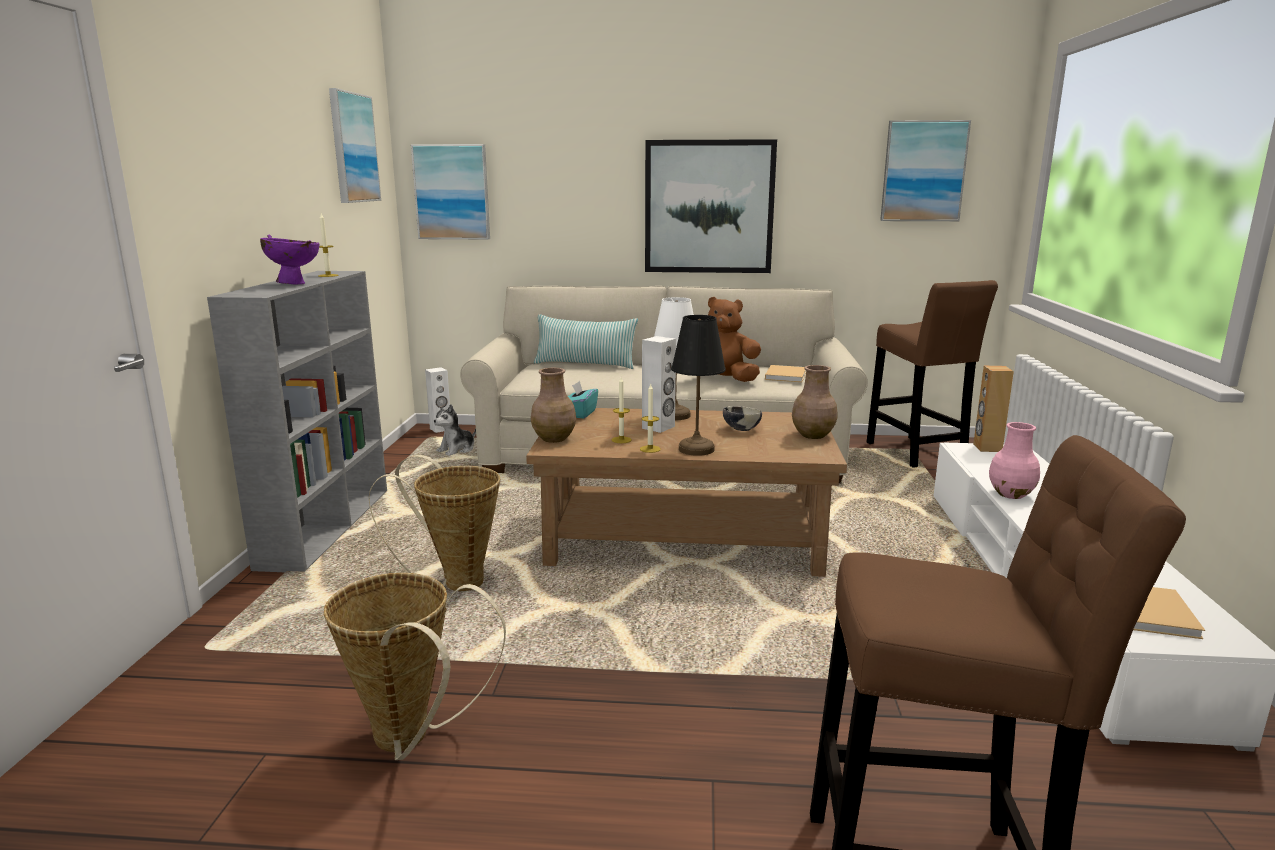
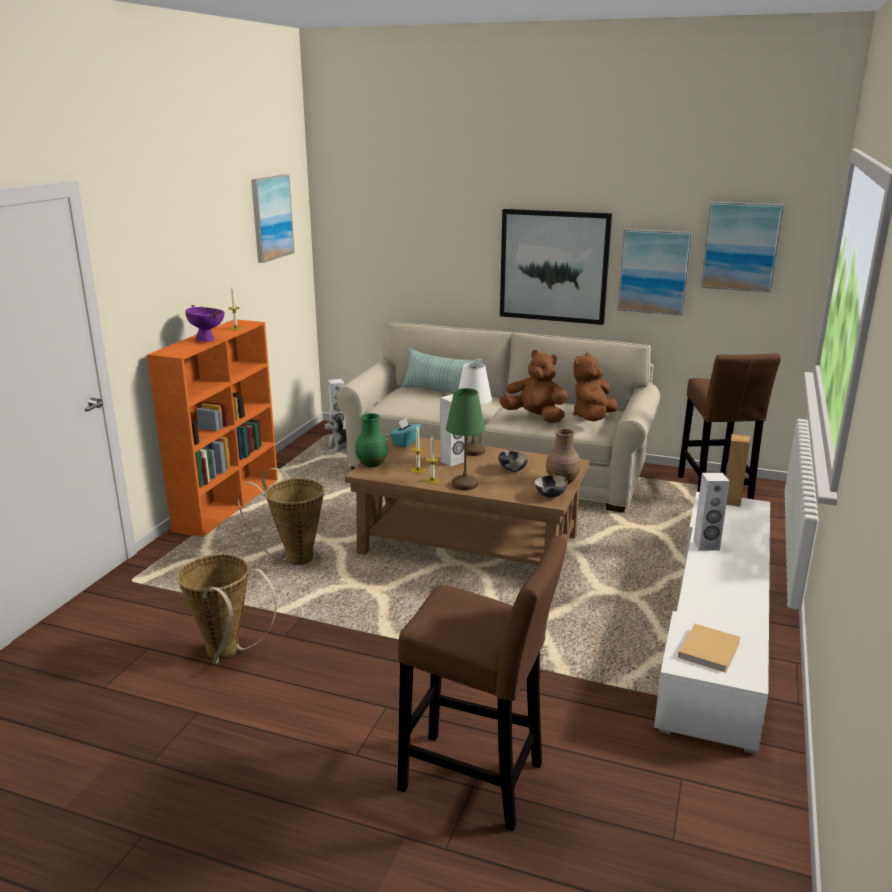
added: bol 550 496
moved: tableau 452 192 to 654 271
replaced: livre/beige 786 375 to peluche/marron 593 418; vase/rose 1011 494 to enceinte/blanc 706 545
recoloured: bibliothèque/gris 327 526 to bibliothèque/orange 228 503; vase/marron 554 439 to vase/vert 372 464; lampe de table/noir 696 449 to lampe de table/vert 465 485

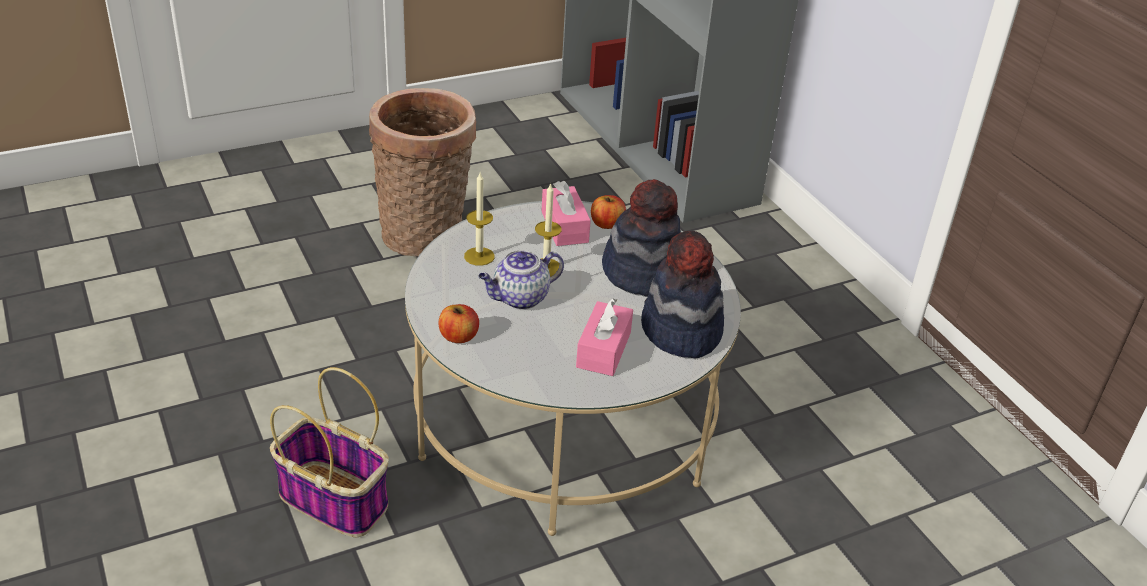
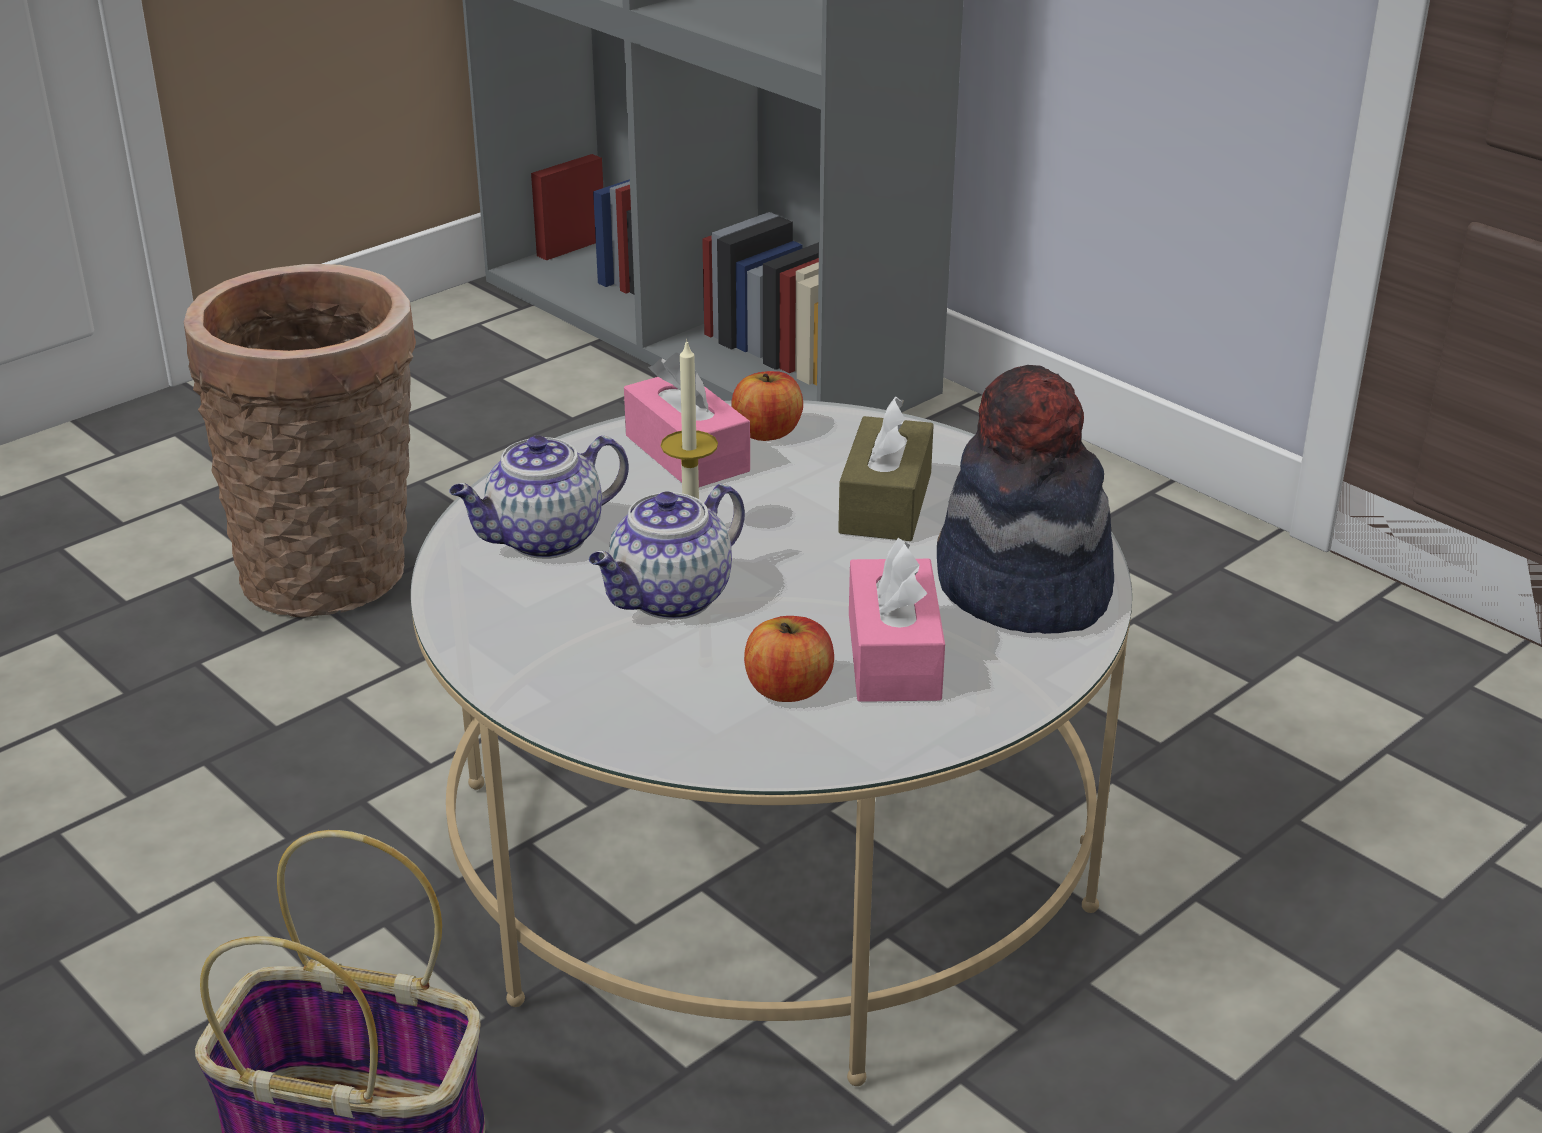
moved: pomme 458 336 to 788 689
replaced: bougie 479 256 to théière 543 540; chapeau 642 273 to boîte à mouchoirs/marron 885 503

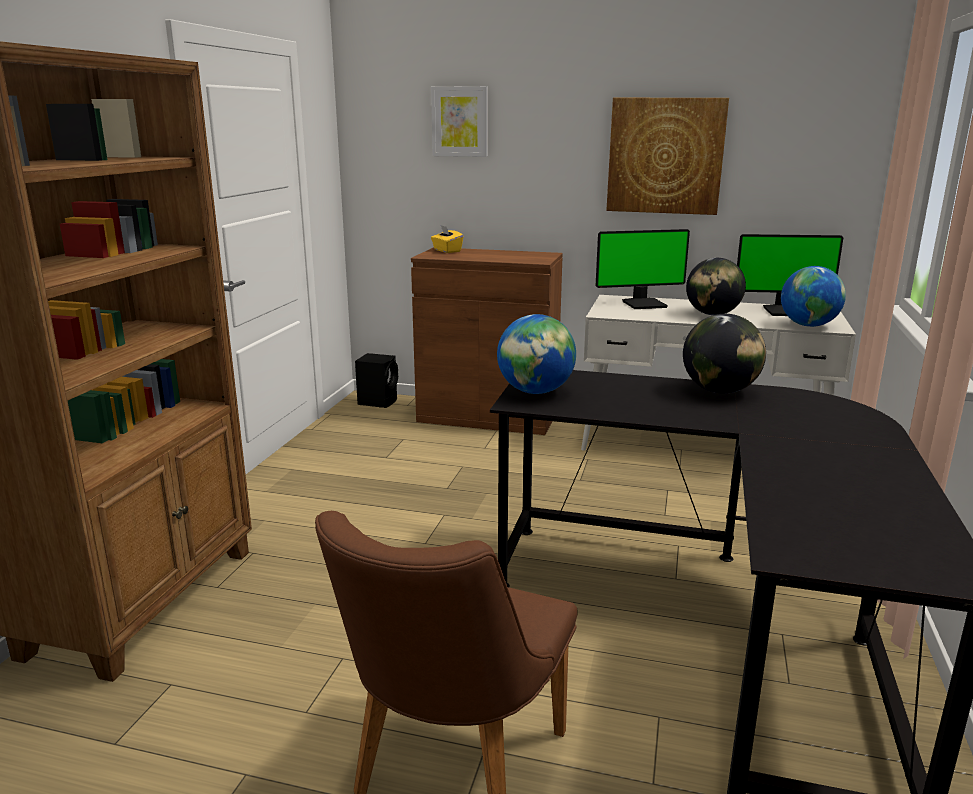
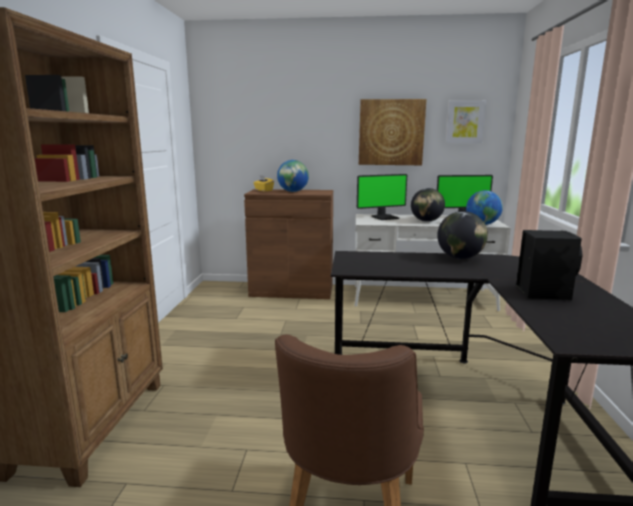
moved: globe 535 391 to 293 191; tableau 460 121 to 465 122; enceinte/noir 378 401 to 542 292

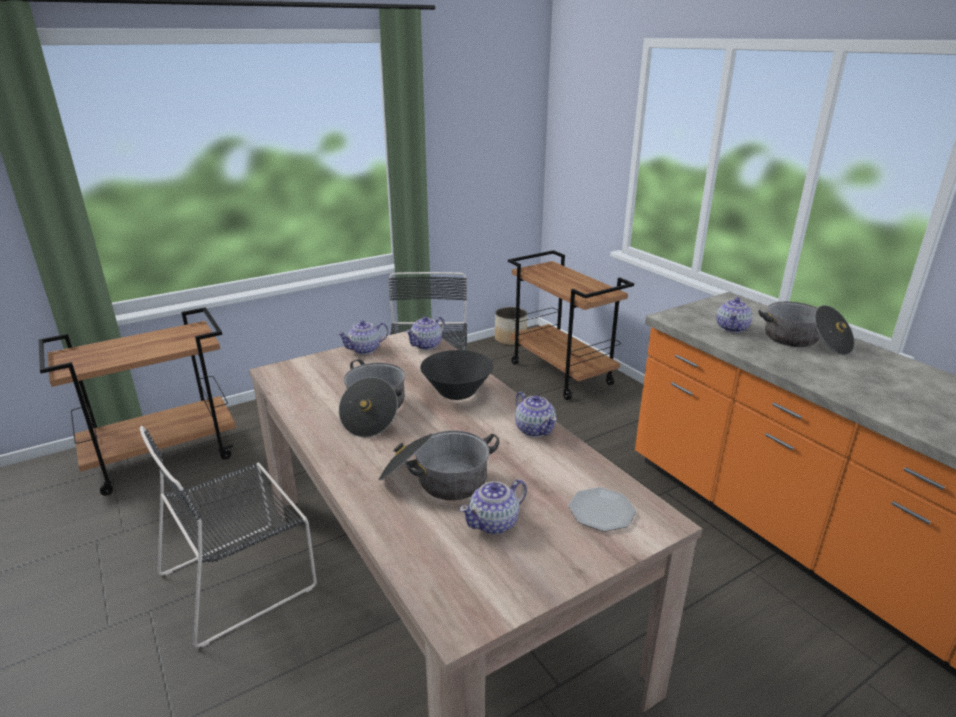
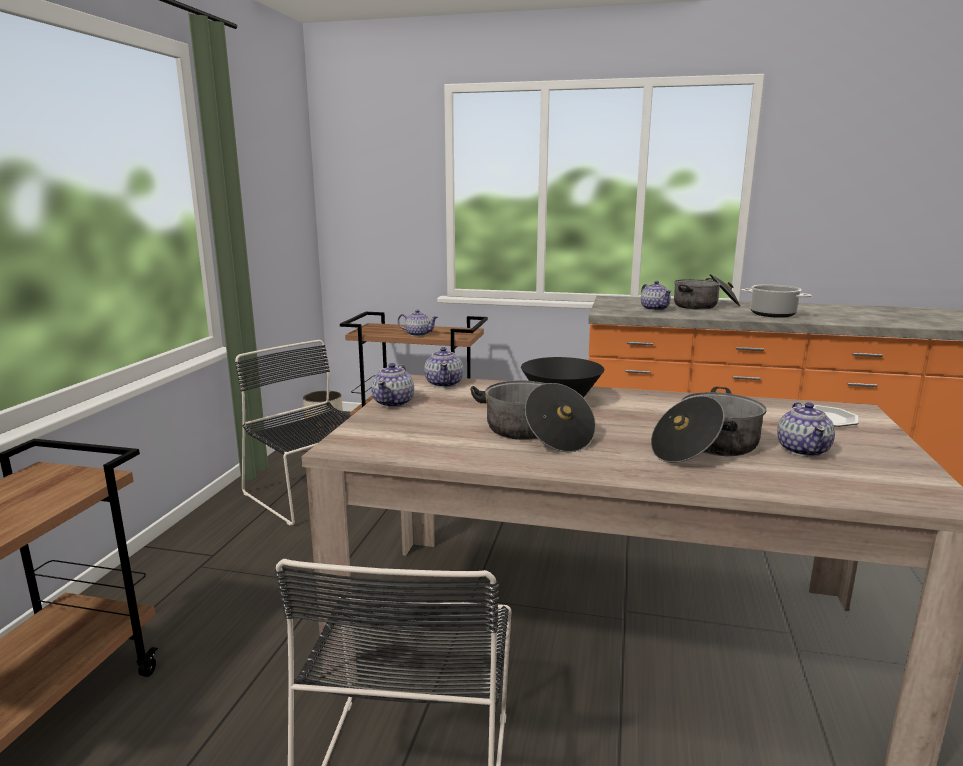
added: marmite 773 314
moved: théière 534 429 to 418 334

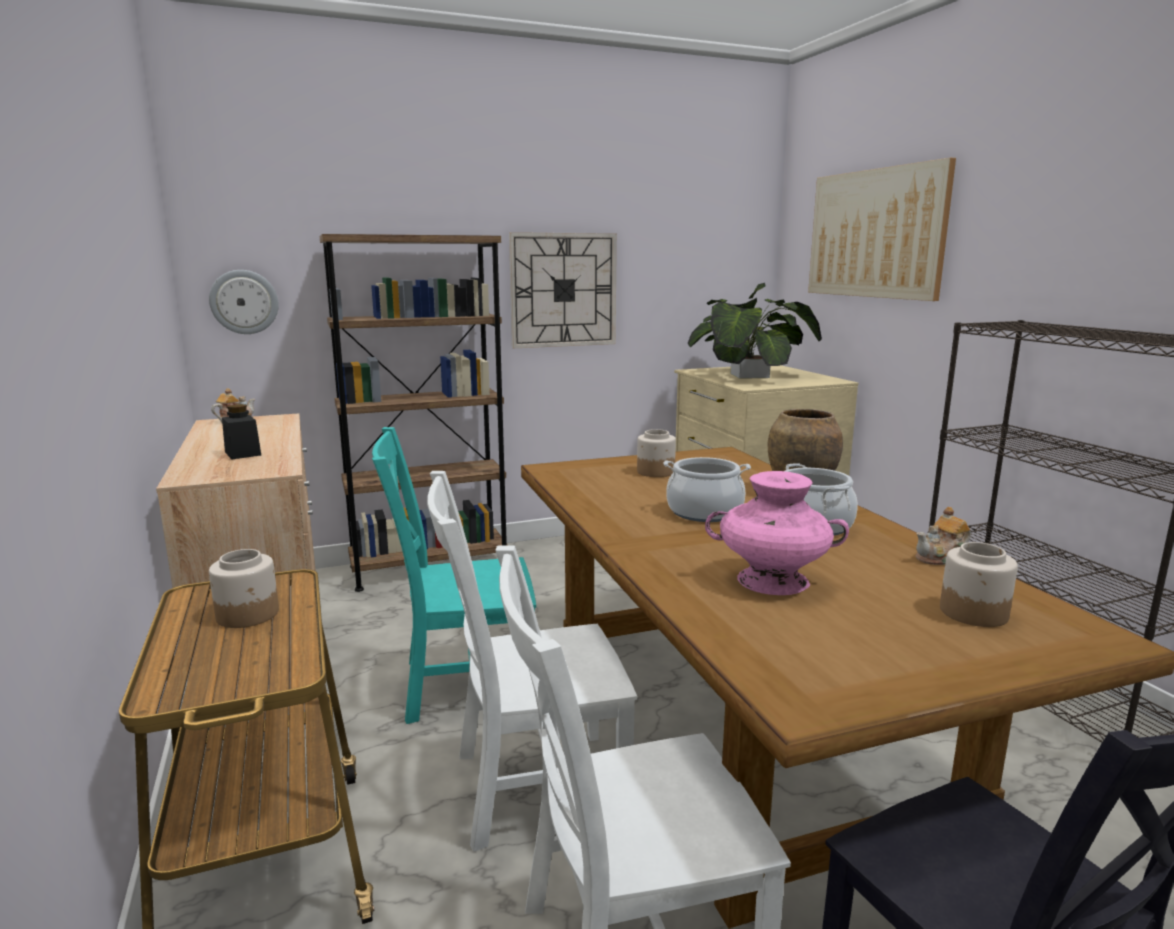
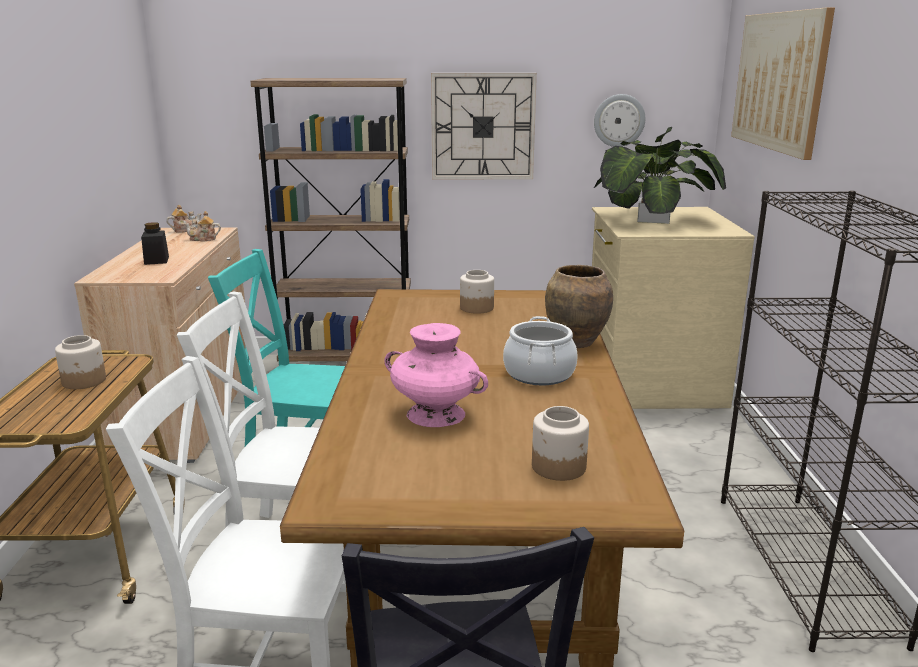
removed: marmite 704 512
moved: théière 941 558 to 203 239; horloge murale 244 302 to 619 120

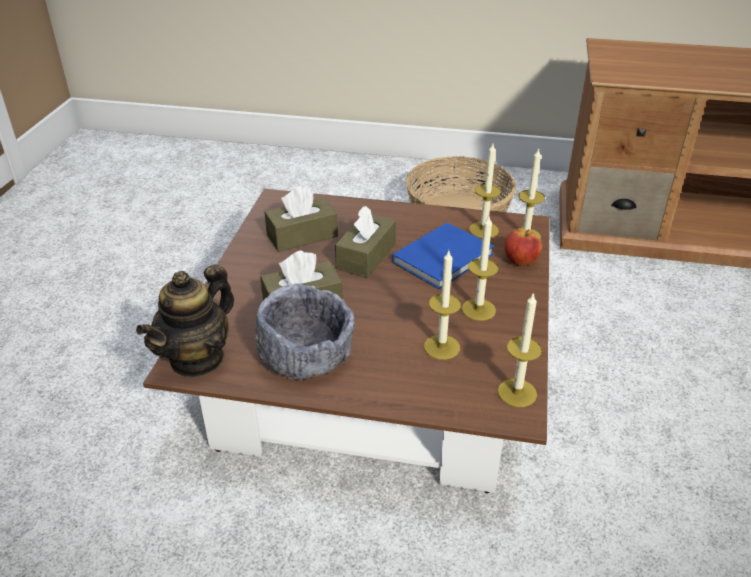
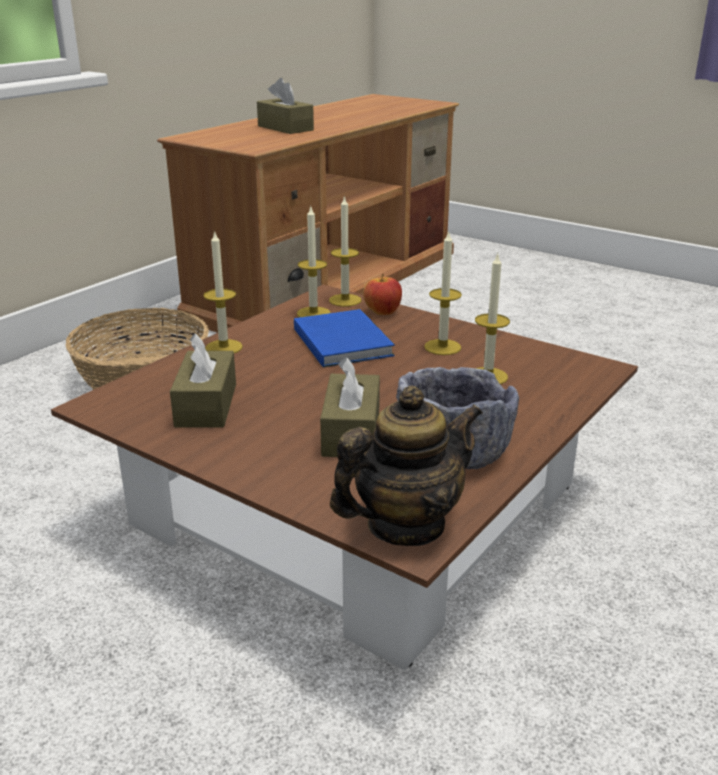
moved: bougie 517 393 to 224 347; boîte à mouchoirs/marron 366 256 to 285 128
turned: théière 197 358 = 405 525 90 degrees counterclockwise

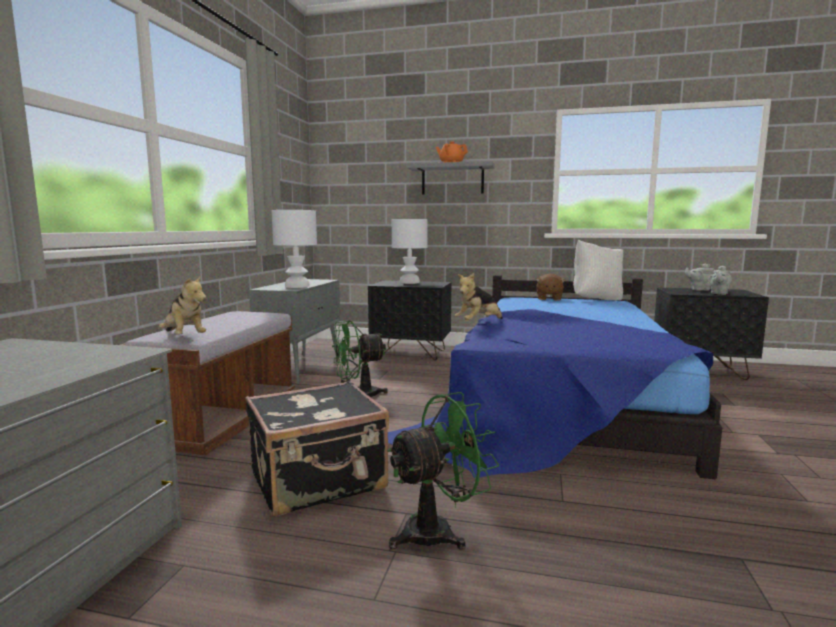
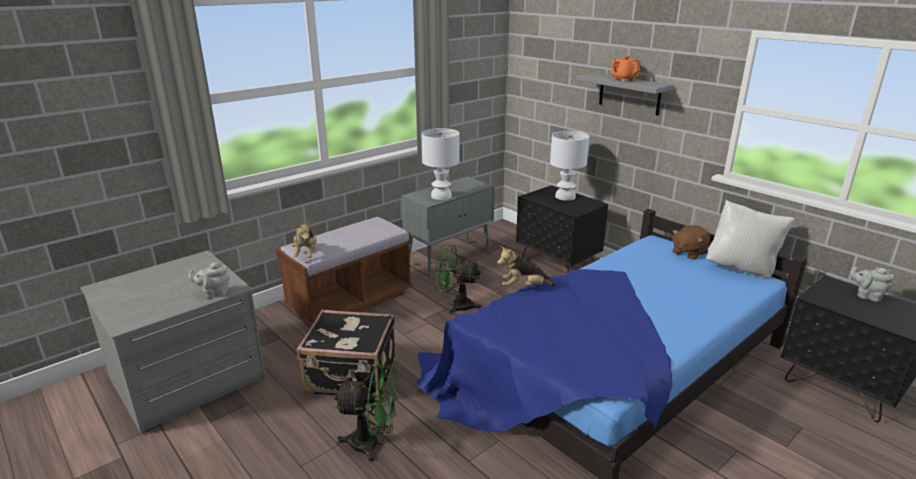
moved: théière/gris 718 293 to 214 293

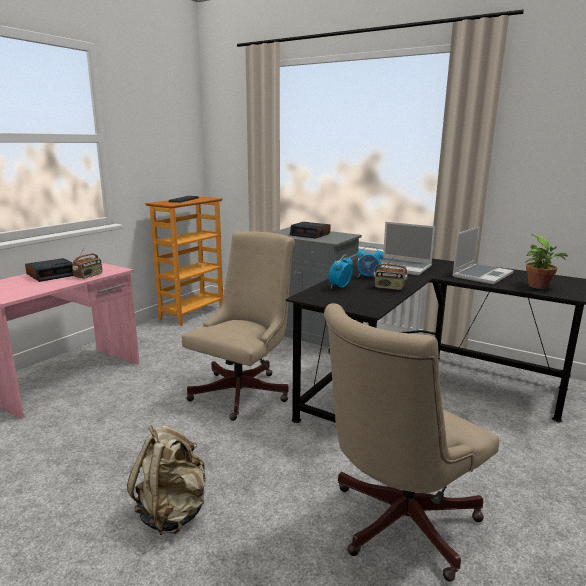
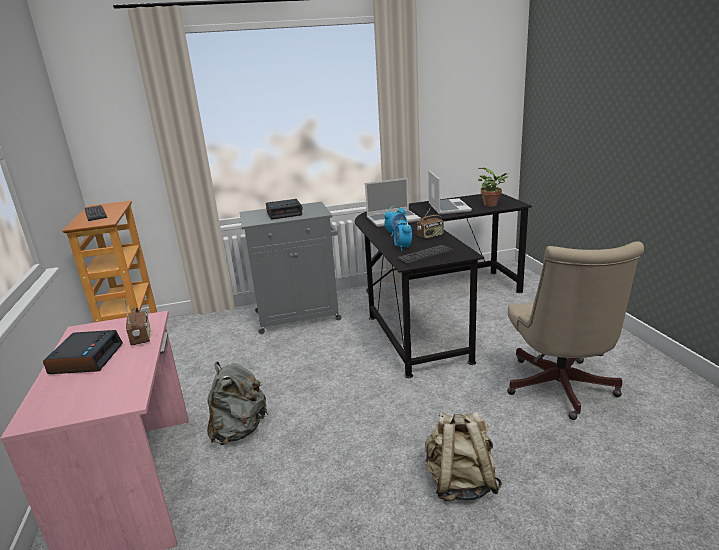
removed: chaise de bureau/beige 244 391
added: sac à dos/gris 239 430; clavier 425 255

